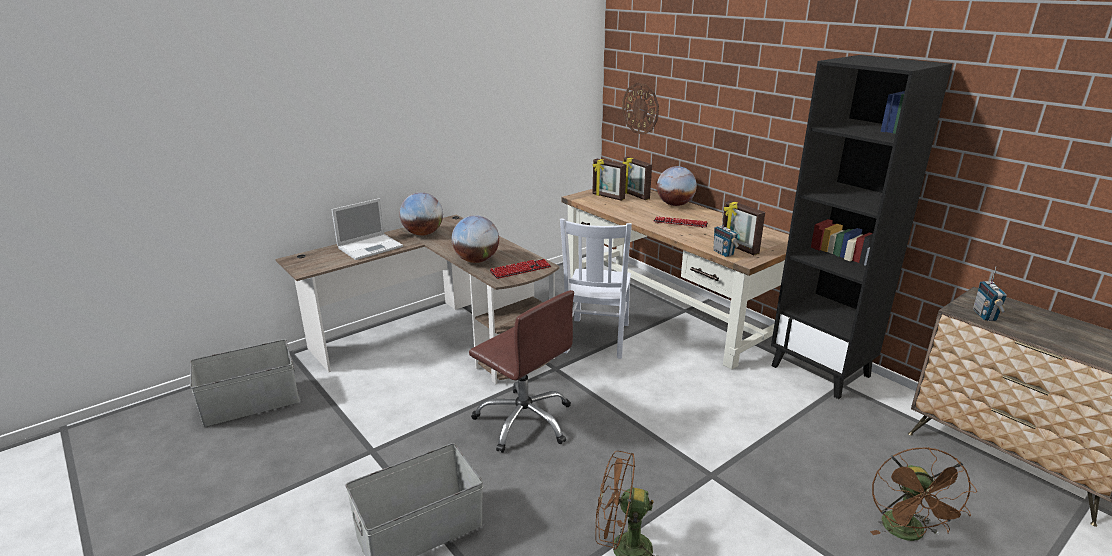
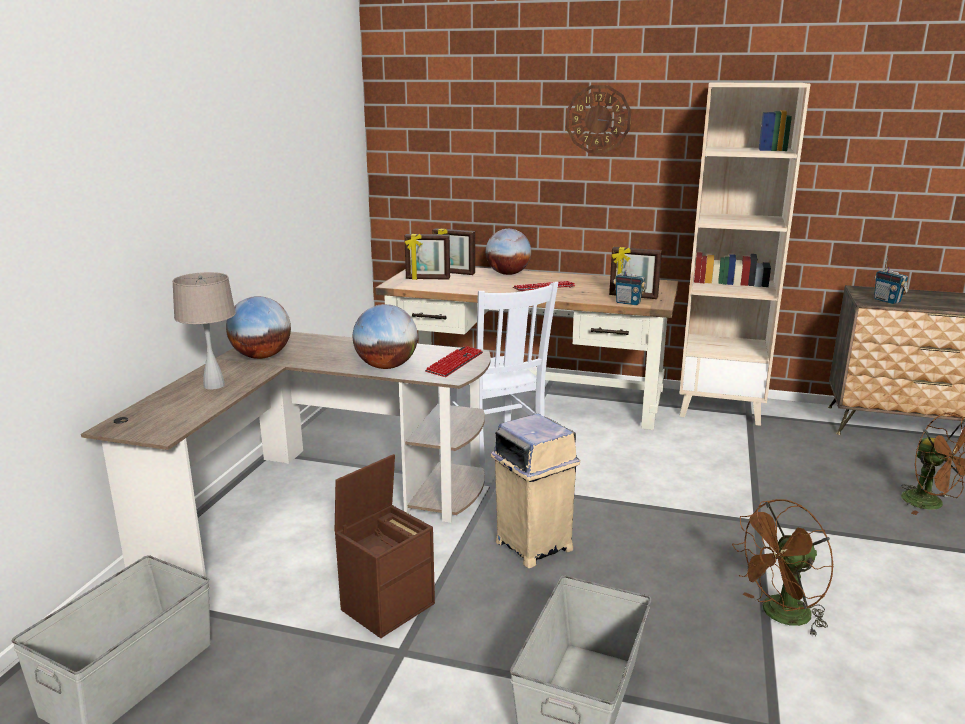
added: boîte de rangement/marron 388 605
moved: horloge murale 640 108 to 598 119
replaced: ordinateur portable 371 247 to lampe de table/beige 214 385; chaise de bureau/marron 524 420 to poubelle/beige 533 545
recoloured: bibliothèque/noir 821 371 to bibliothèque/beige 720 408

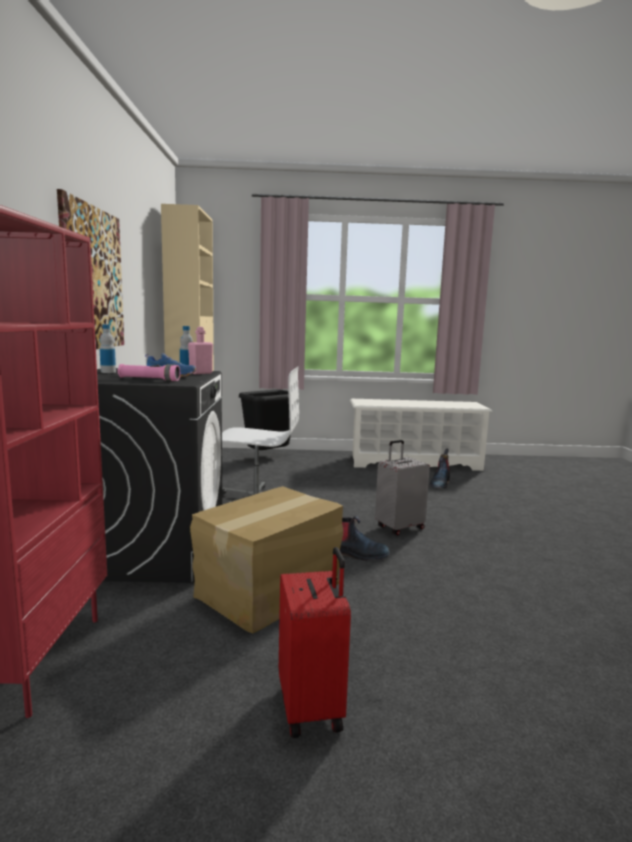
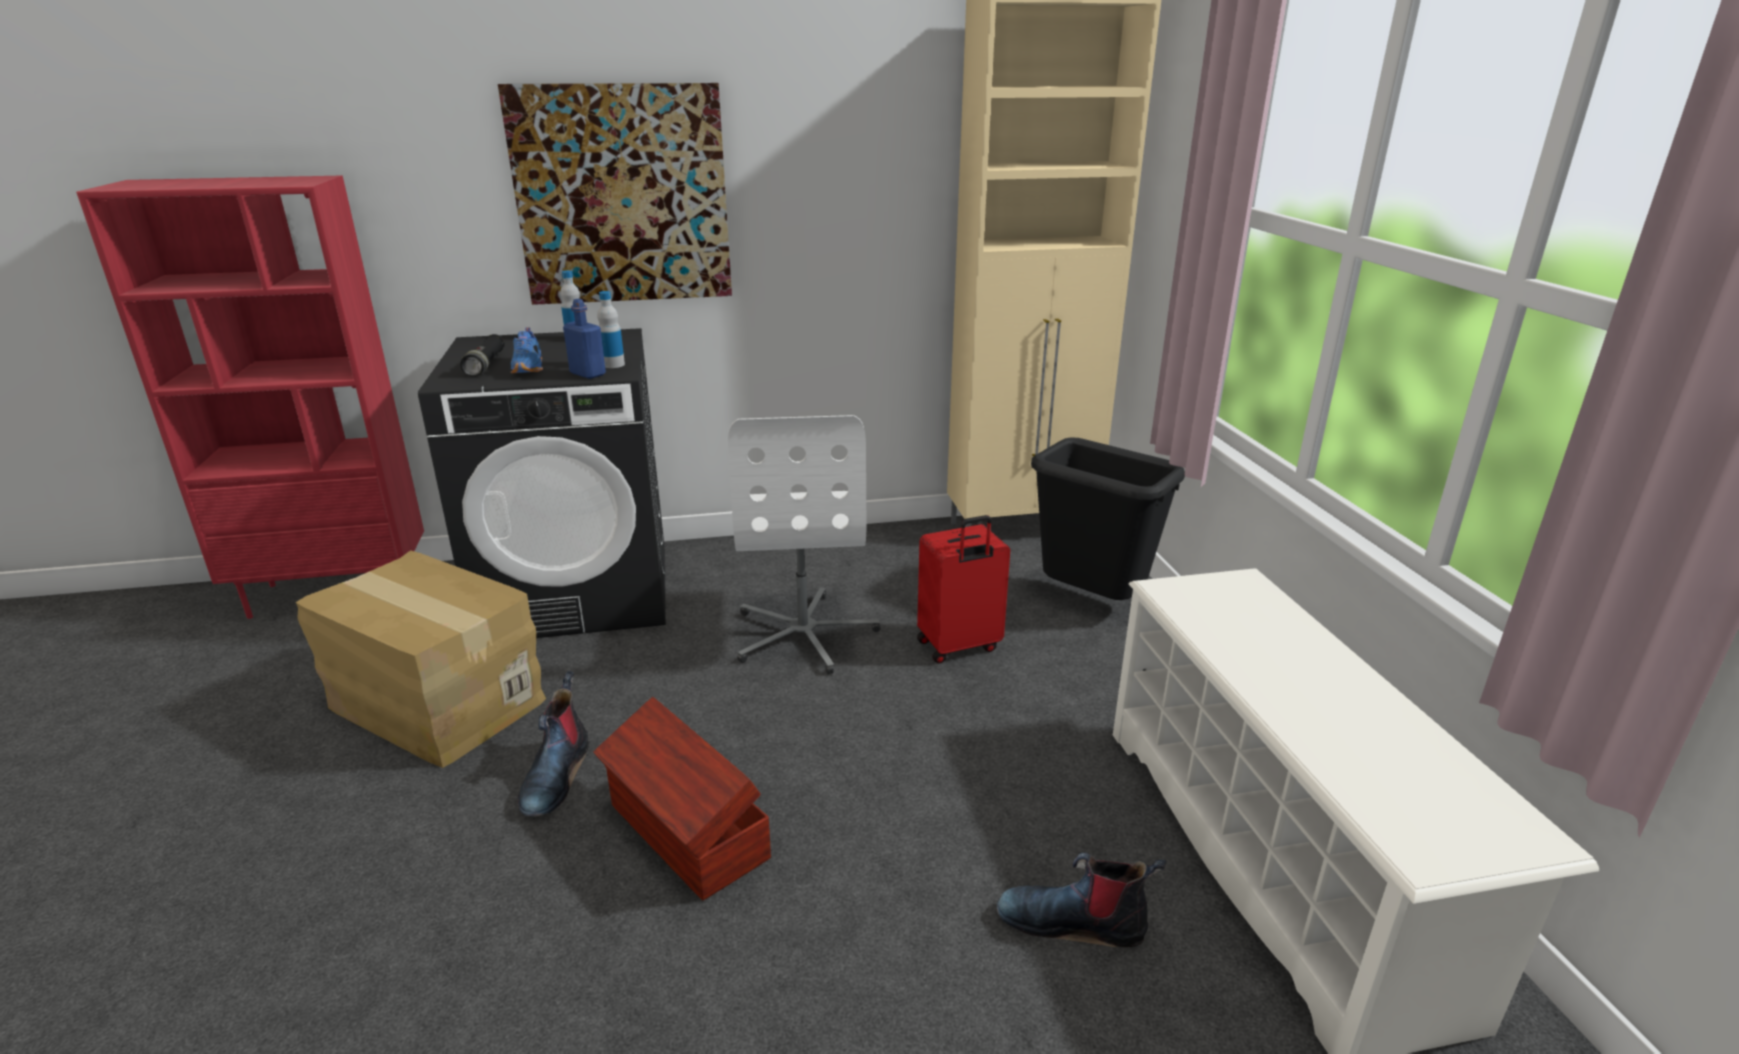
moved: valise/rouge 312 707 to 959 646
replaced: valise/gris 399 527 to boîte de rangement/marron 687 833
recoloured: lampe de poche/rose 149 380 to lampe de poche/noir 486 365; bouteille/rose 200 373 to bouteille/bleu 588 374

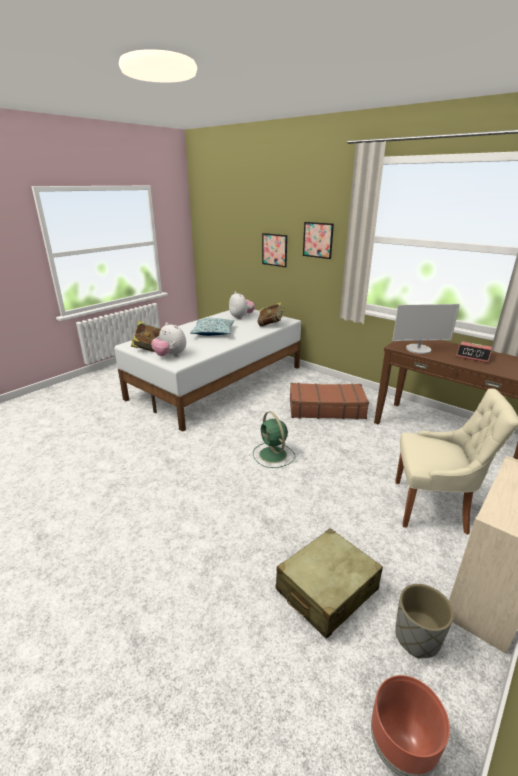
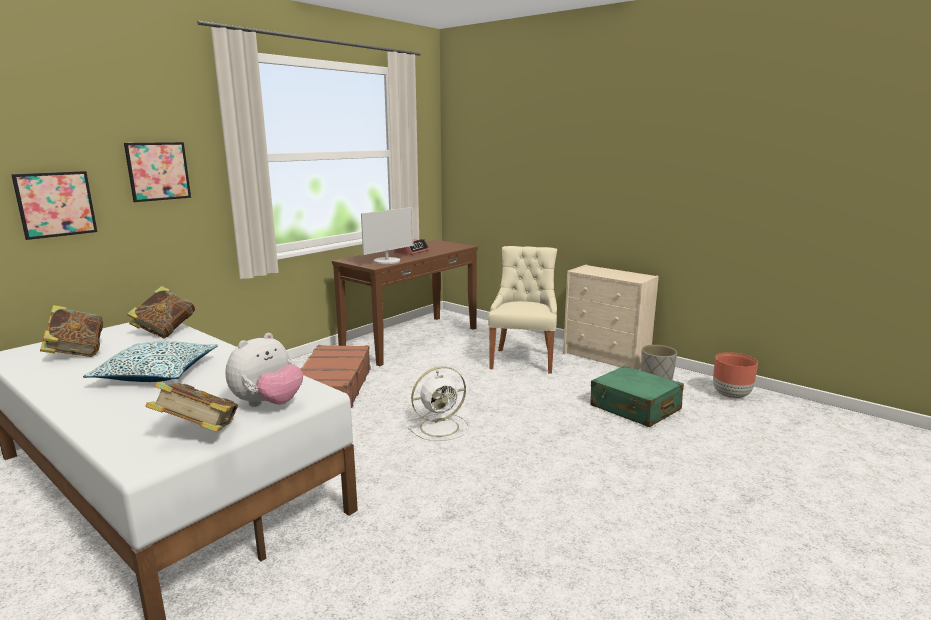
replaced: peluche 241 317 to livre 76 353
recoloured: ventilateur/vert 273 455 to ventilateur/blanc 441 427; valise/beige 326 590 to valise/vert 635 408
turned: écran d'ordinateur 418 349 = 387 261 45 degrees clockwise

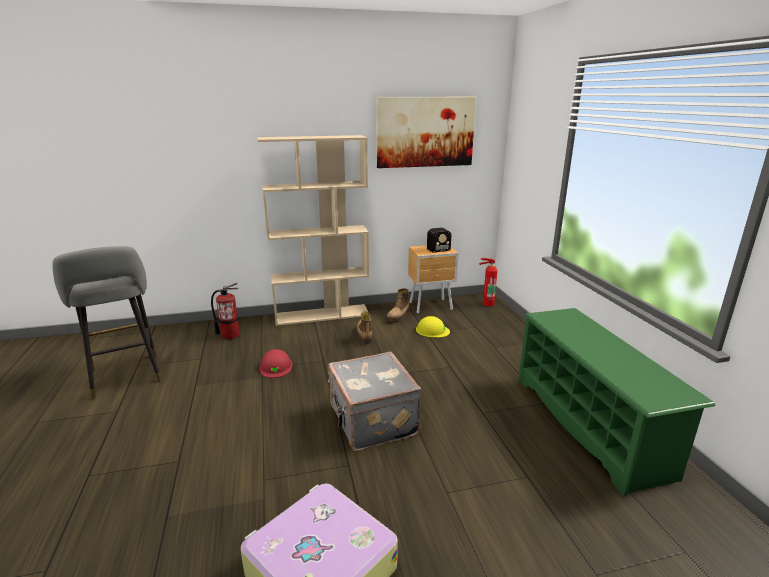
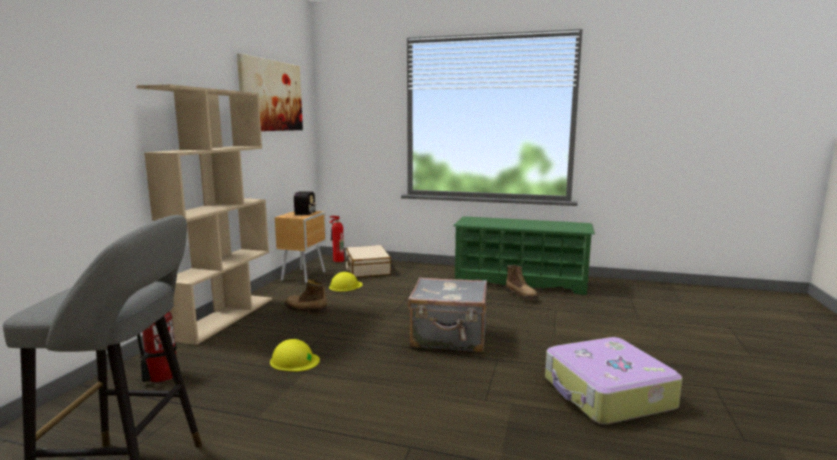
added: valise/beige 367 269
moved: botte 398 316 to 522 295
recoloured: casque de chantier/rouge 276 366 to casque de chantier/jaune 294 361

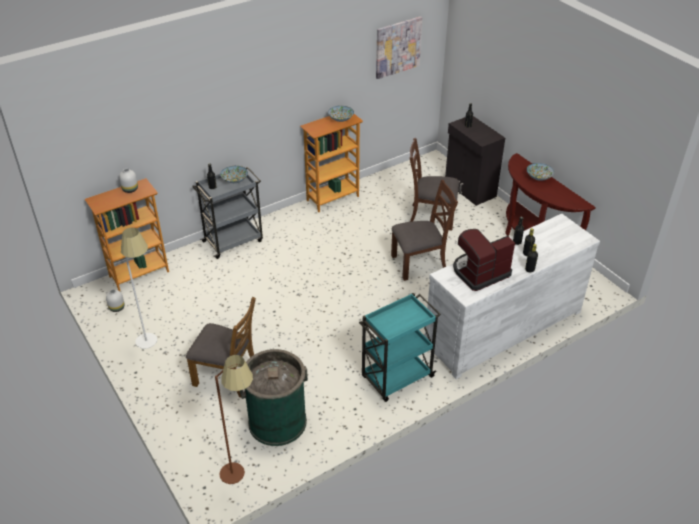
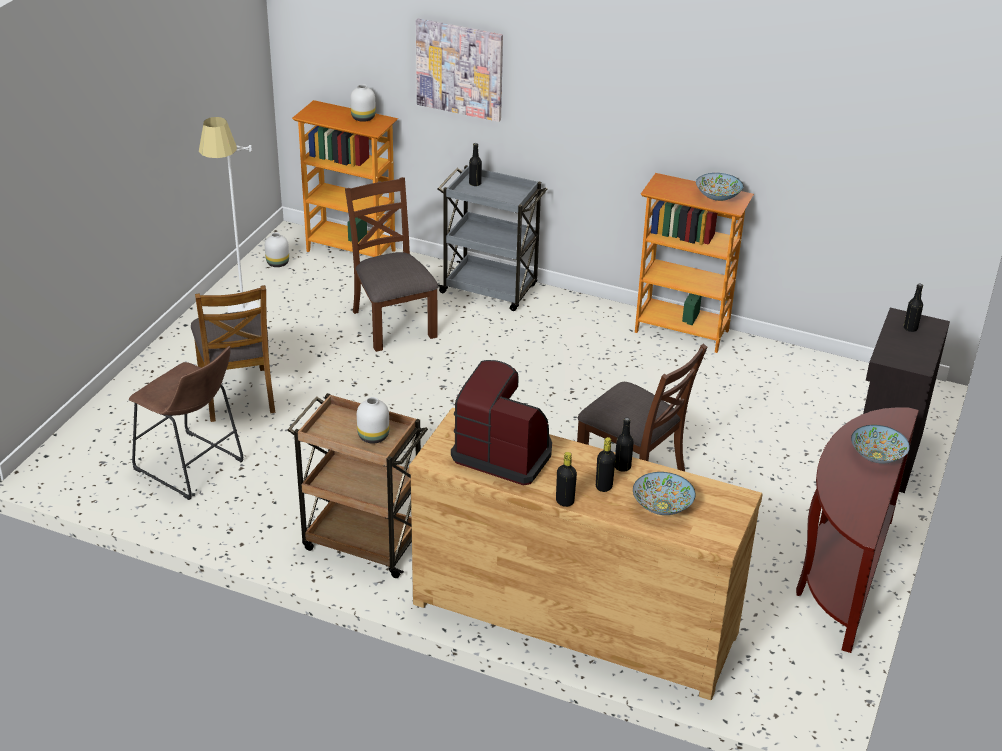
removed: lampadaire/marron 242 476
added: vase/blanc 372 436
moved: chaise/marron 431 216 to 392 323; tableau 398 47 to 460 69; bol 234 180 to 662 506
replaced: poubelle/vert 277 422 to tabouret/marron 192 468
recoloured: chariot/turquoise 396 378 to chariot/marron 362 542; commode/blanc 502 328 to commode/marron 574 616

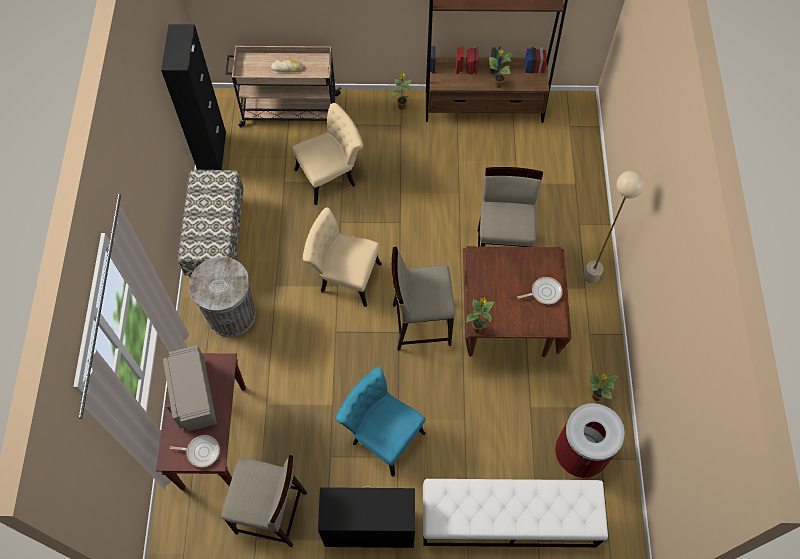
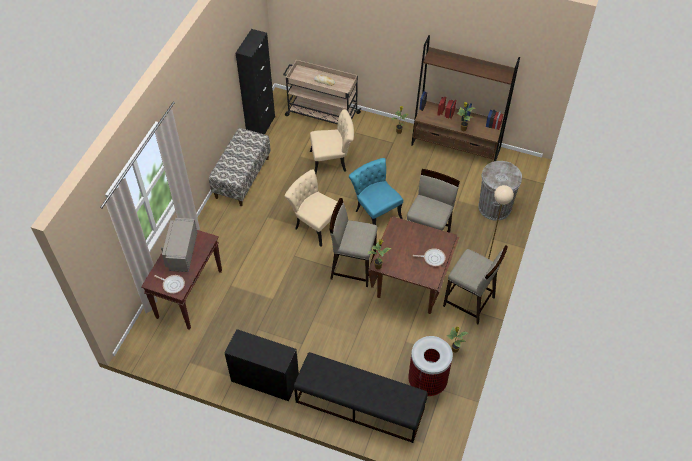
moved: chaise/turquoise 382 434 to 375 211; tabouret/beige 272 513 to 469 302; poubelle/gris 231 315 to 494 207
recoloured: banc/blanc 508 519 to banc/noir 359 405

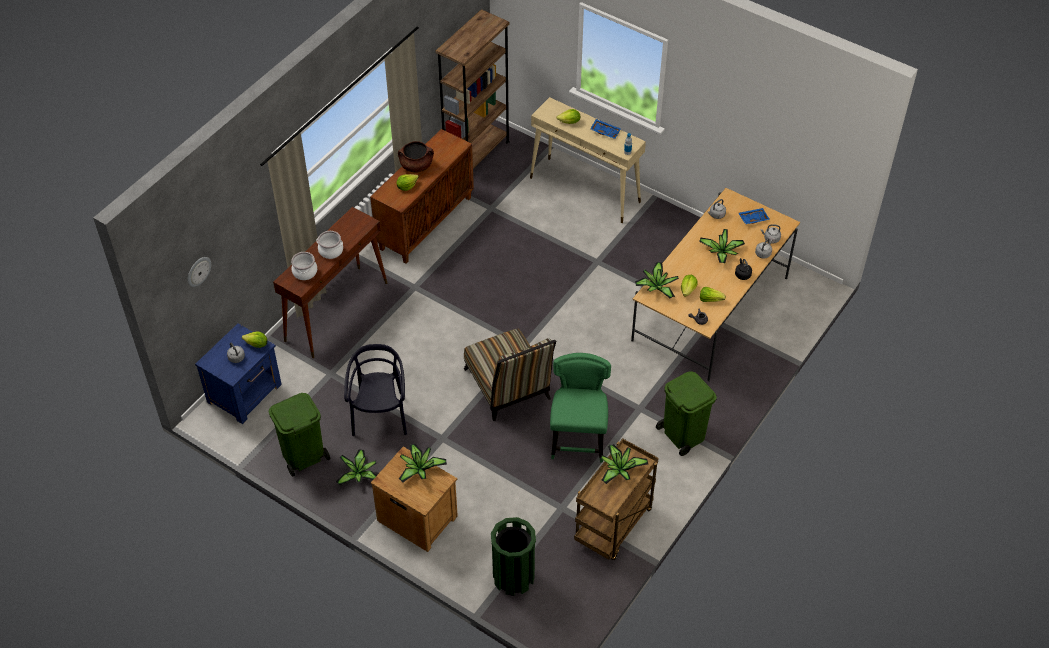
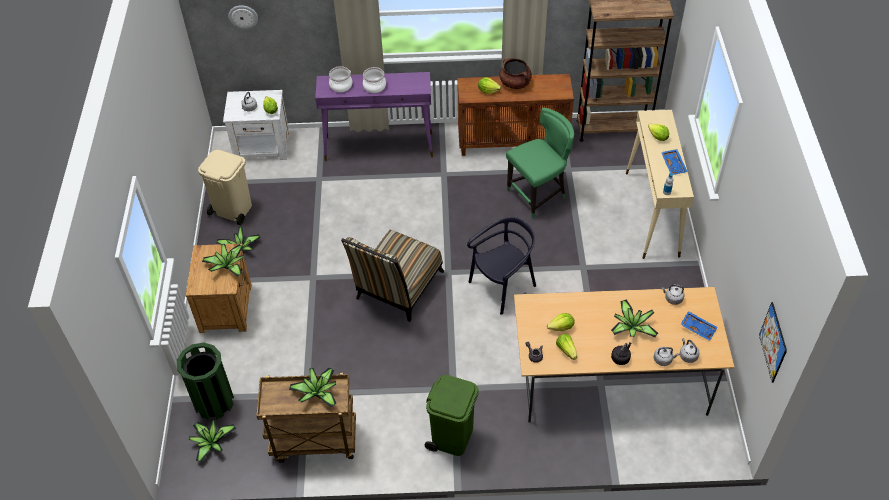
added: tableau 773 342
moved: plante en pot 656 287 to 211 442; chaise/noir 380 415 to 503 286; chaise/vert 578 440 to 538 195
recoloured: poubelle/vert 303 456 to poubelle/beige 232 209; table de chevet/bleu 245 393 to table de chevet/blanc 263 146; table console/marron 337 311 to table console/violet 379 146

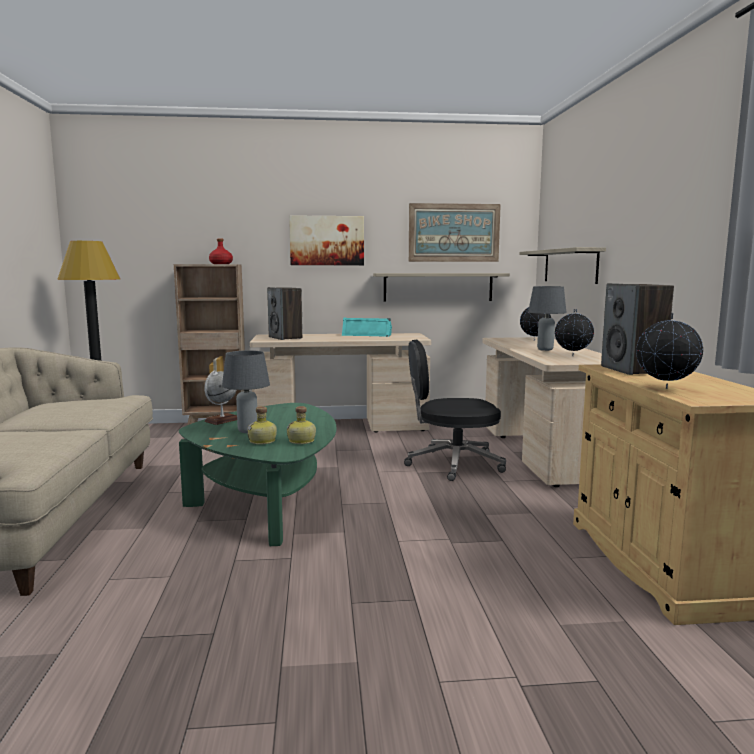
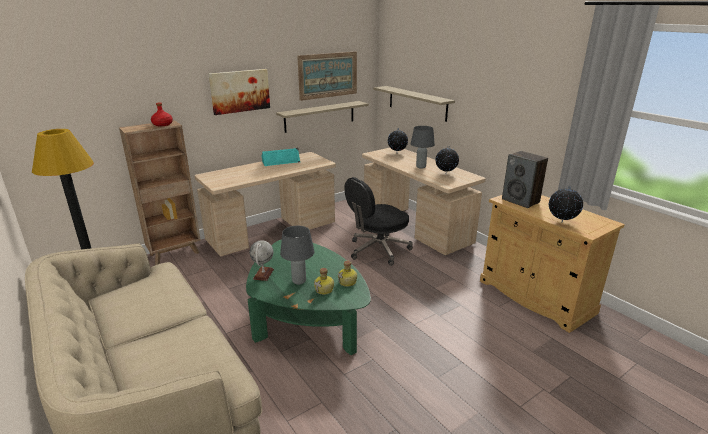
removed: enceinte 285 337

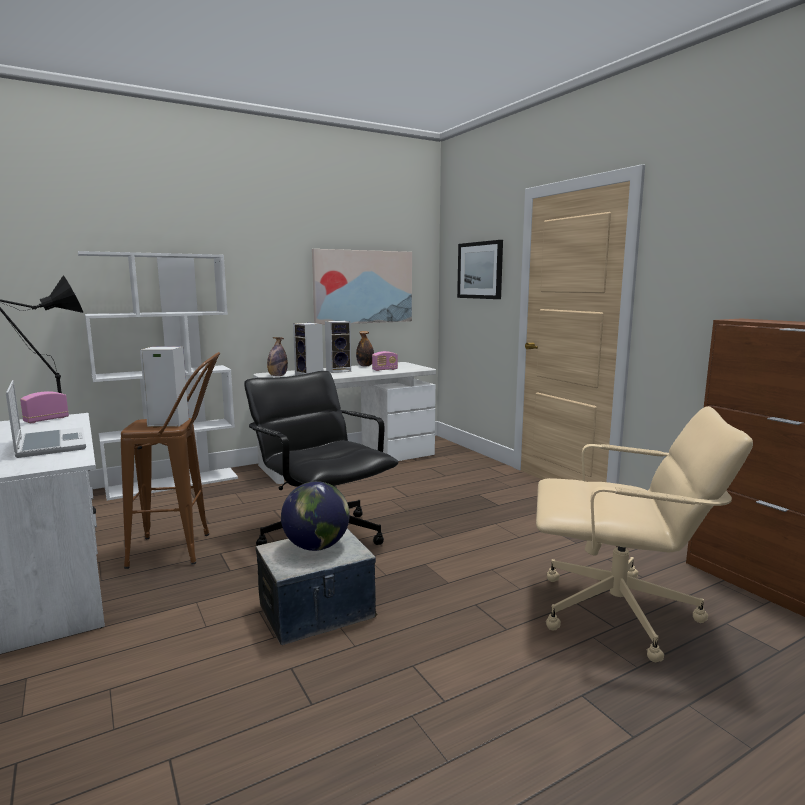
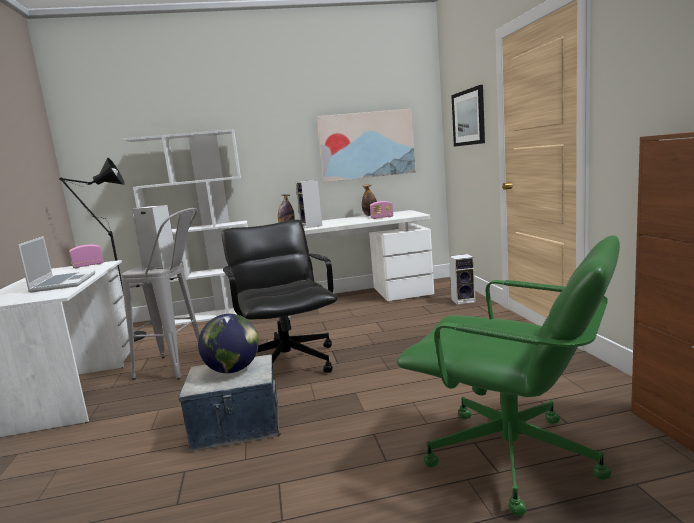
moved: enceinte 339 370 to 464 300
recoloured: tabouret/marron 184 550 to tabouret/gris 180 368; chaise de bureau/beige 619 613 to chaise de bureau/vert 513 458

